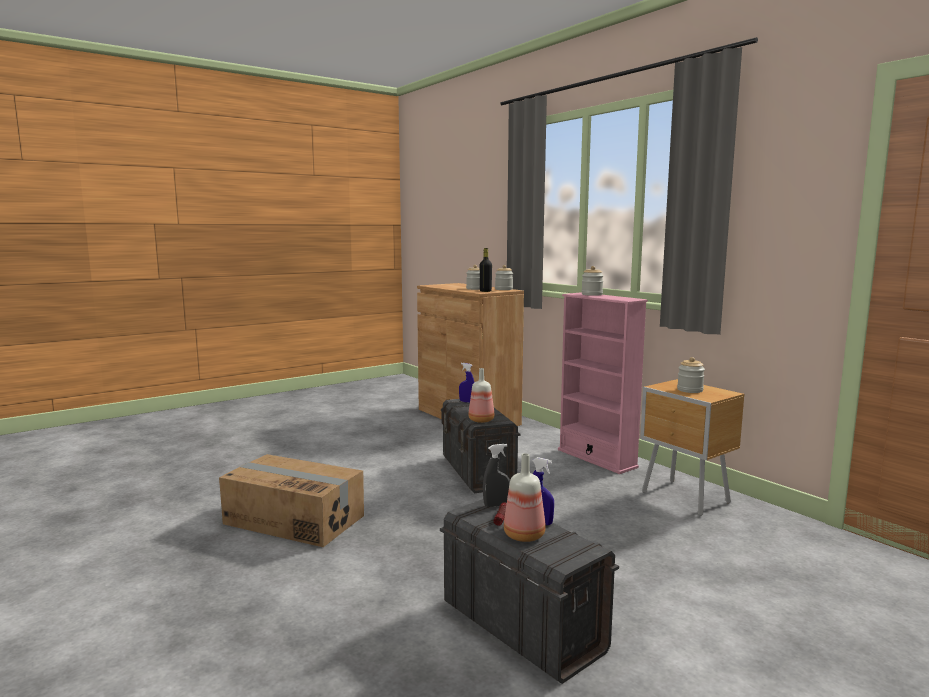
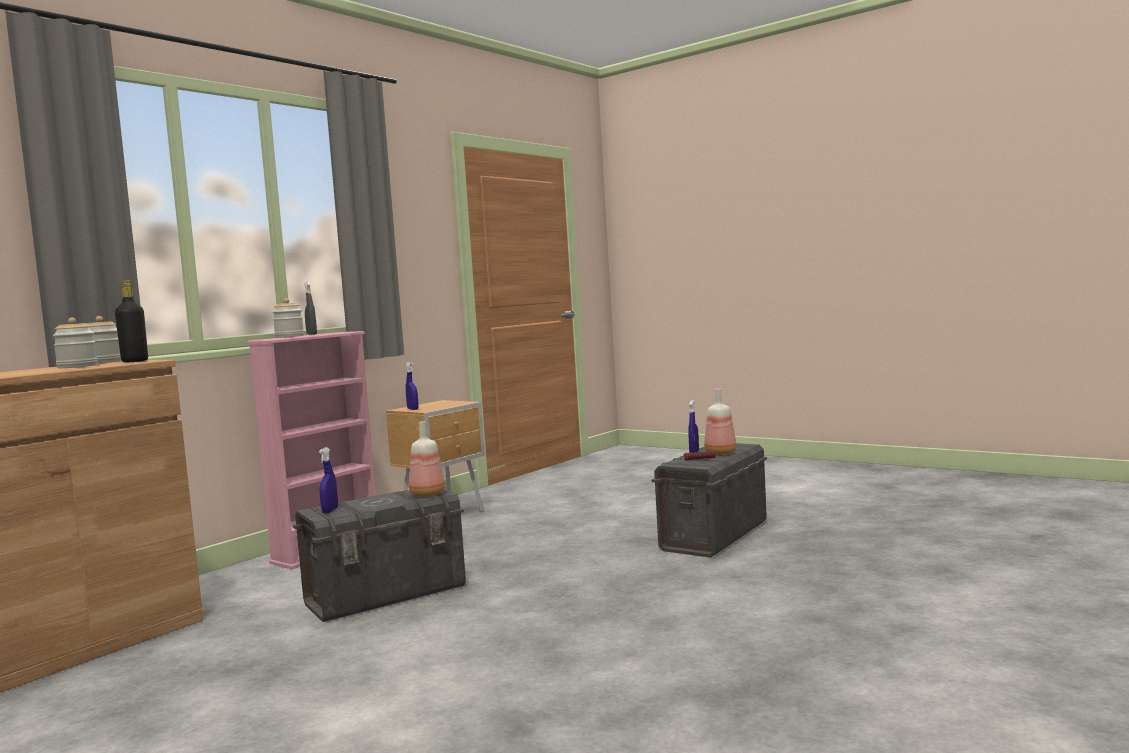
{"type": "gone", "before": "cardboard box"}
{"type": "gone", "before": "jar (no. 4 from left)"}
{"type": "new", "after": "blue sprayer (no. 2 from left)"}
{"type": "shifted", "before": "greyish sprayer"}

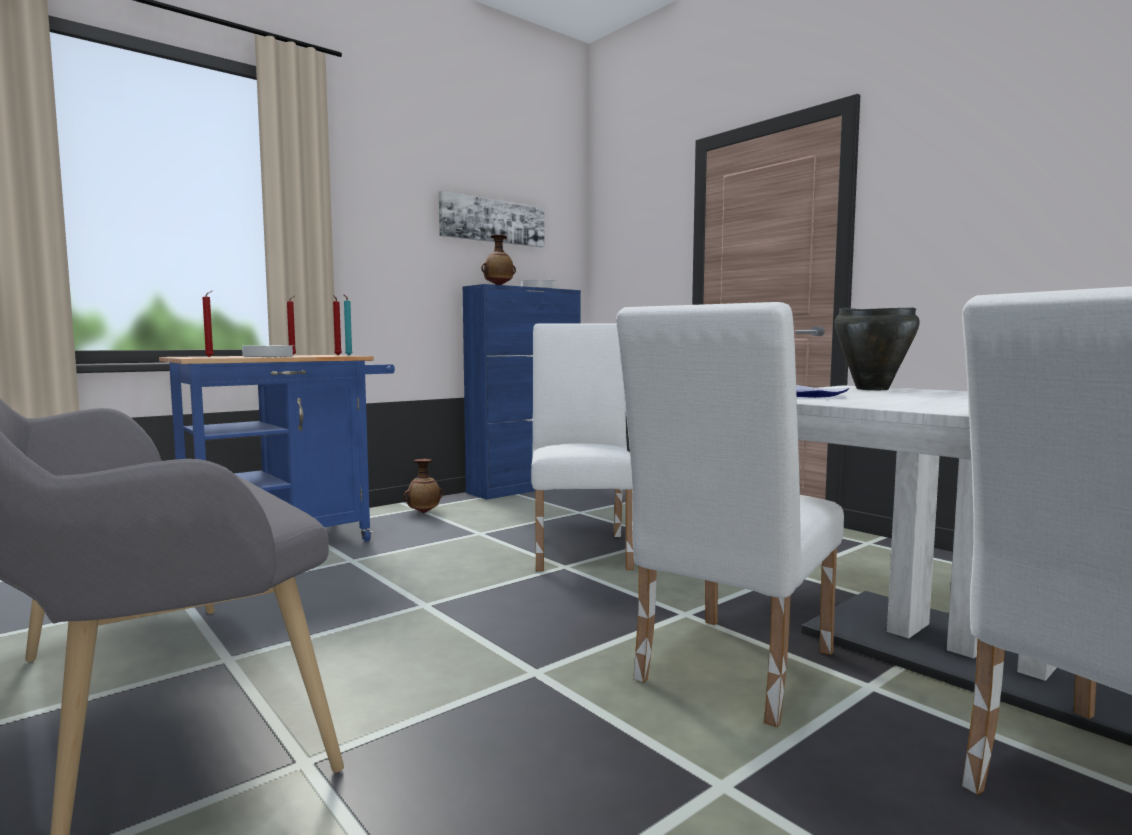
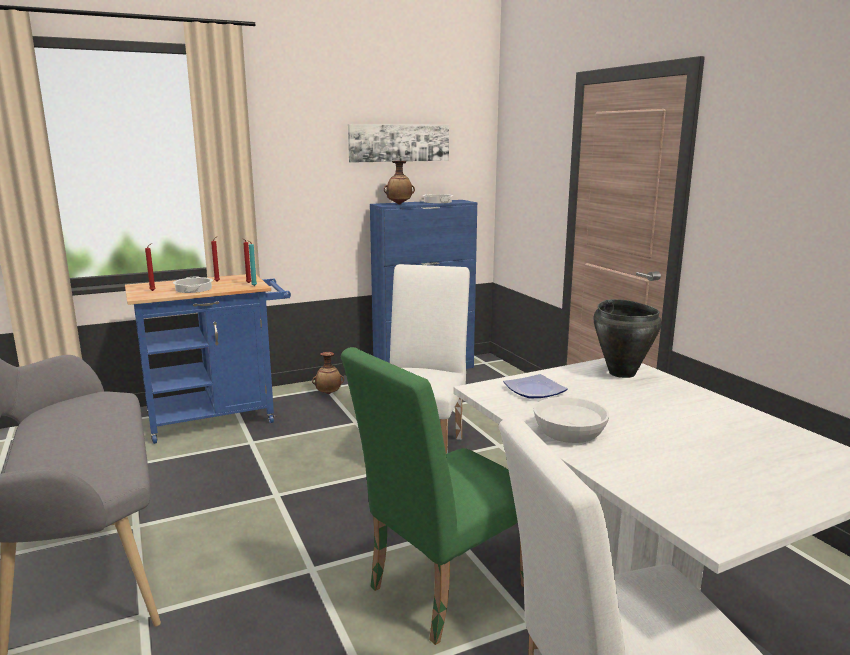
{"type": "new", "after": "whitish bowl"}
{"type": "repainted", "before": "whitish upright chair (no. 2 from left)", "after": "green upright chair"}

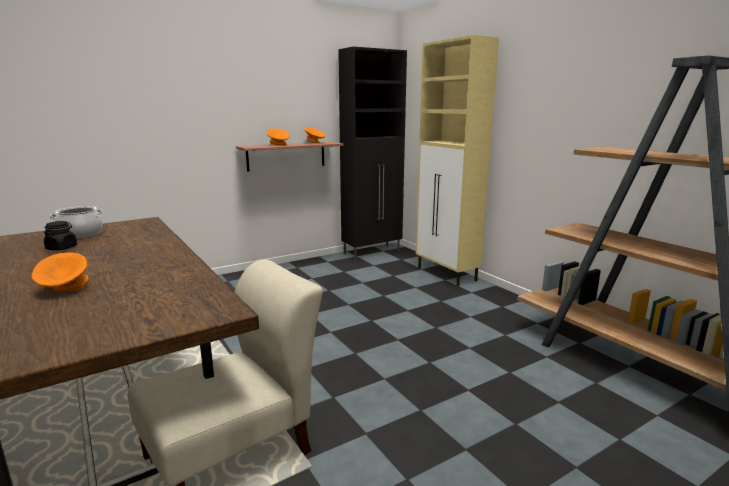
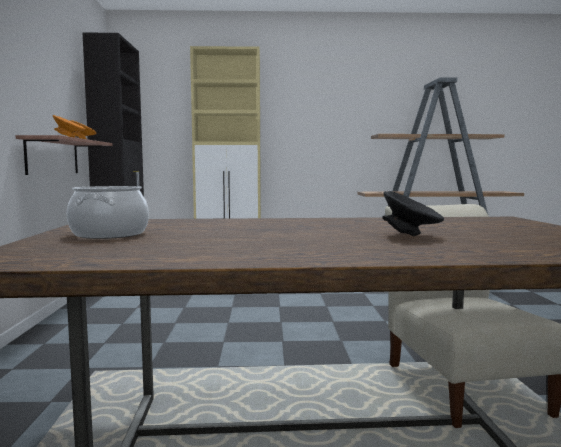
{"type": "gone", "before": "blackish jar"}
{"type": "repainted", "before": "orange-coloured bowl (no. 1 from left)", "after": "blackish bowl"}

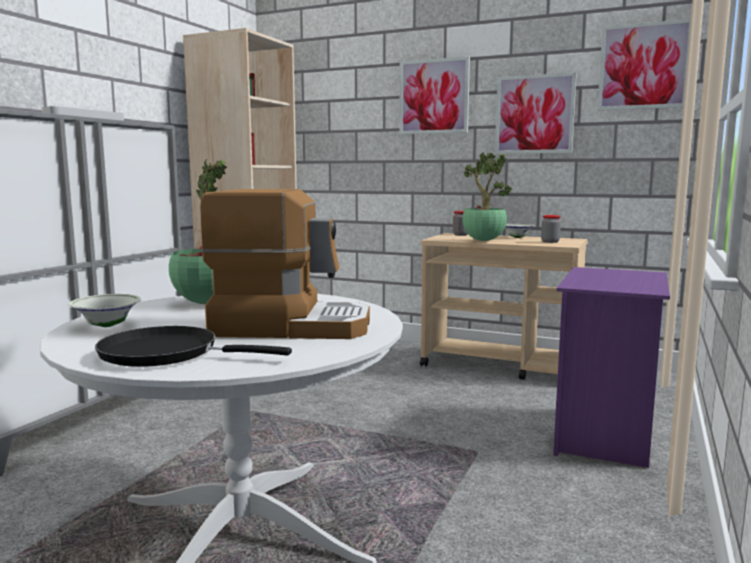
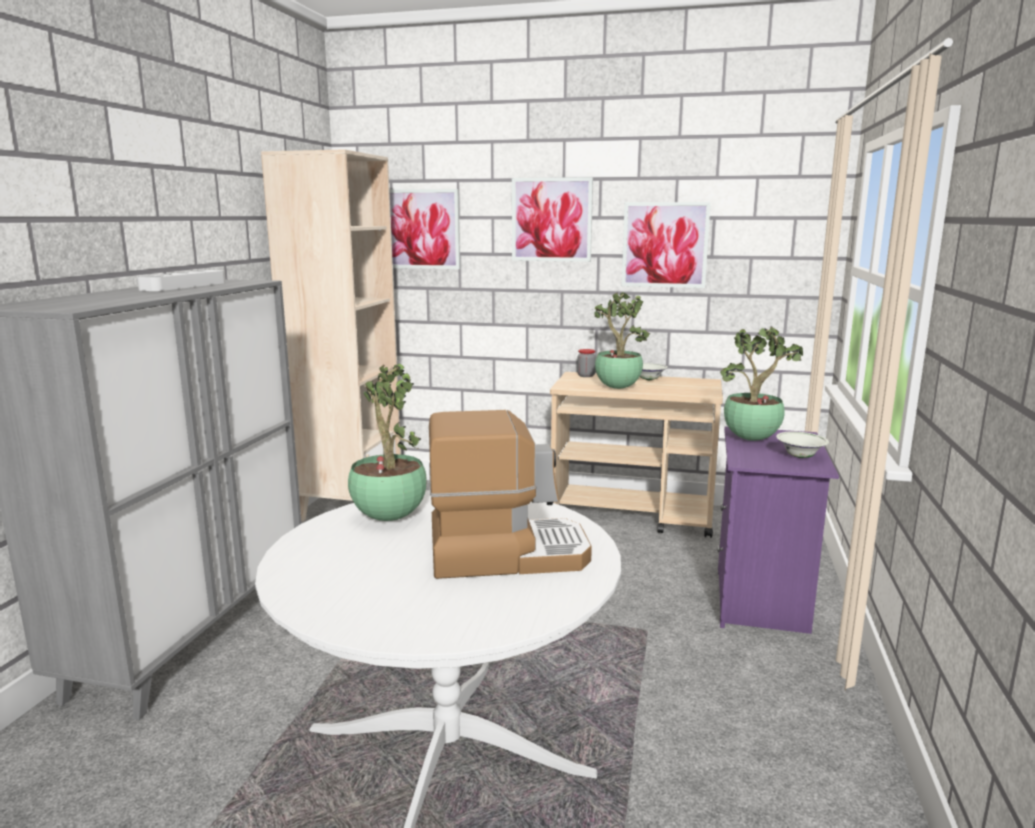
{"type": "gone", "before": "blackish pan"}
{"type": "gone", "before": "jar (no. 2 from left)"}
{"type": "new", "after": "plant in a pot (no. 3 from left)"}
{"type": "shifted", "before": "whitish bowl (no. 1 from left in the first image)", "after": "whitish bowl (no. 2 from left)"}
{"type": "shifted", "before": "picture (no. 3 from left in the first image)", "after": "picture (no. 1 from left)"}

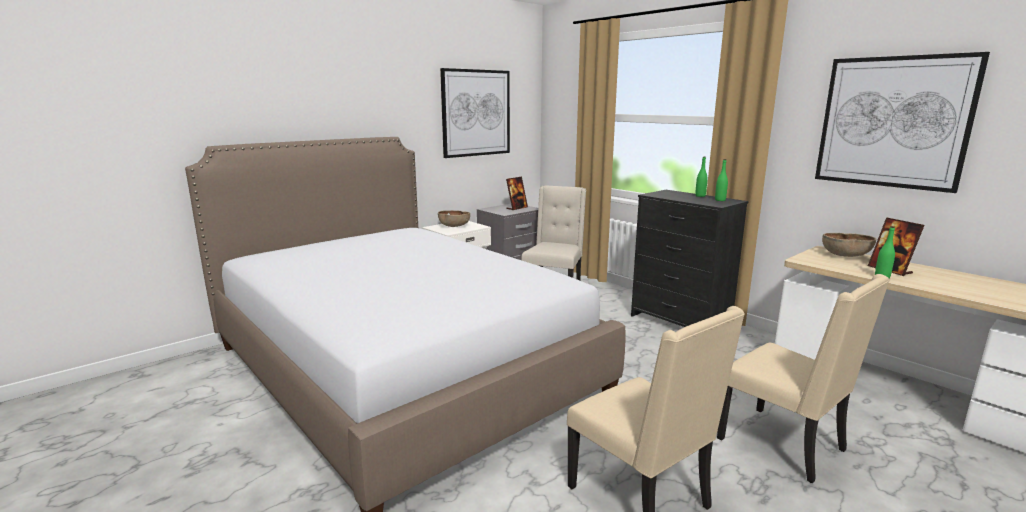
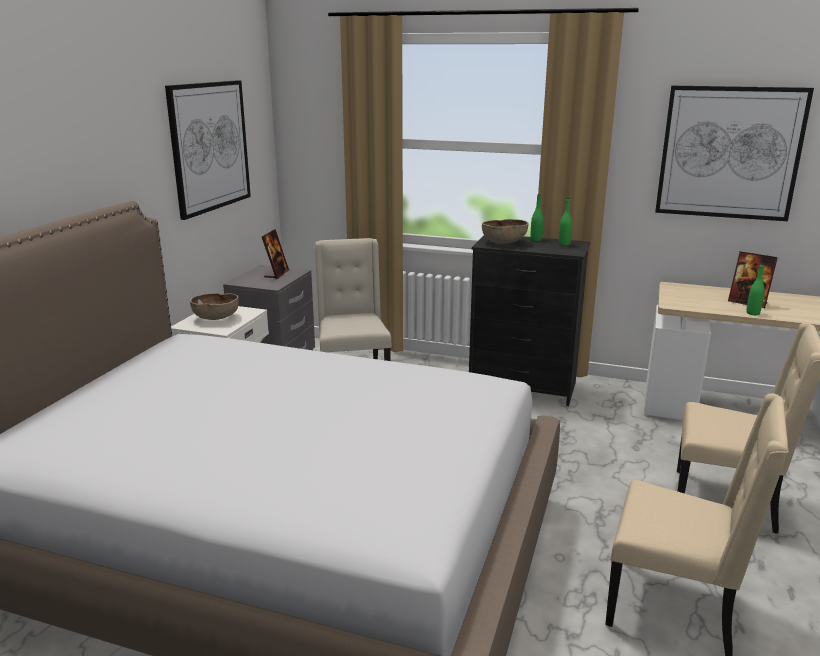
{"type": "shifted", "before": "brownish bowl (no. 2 from left)"}

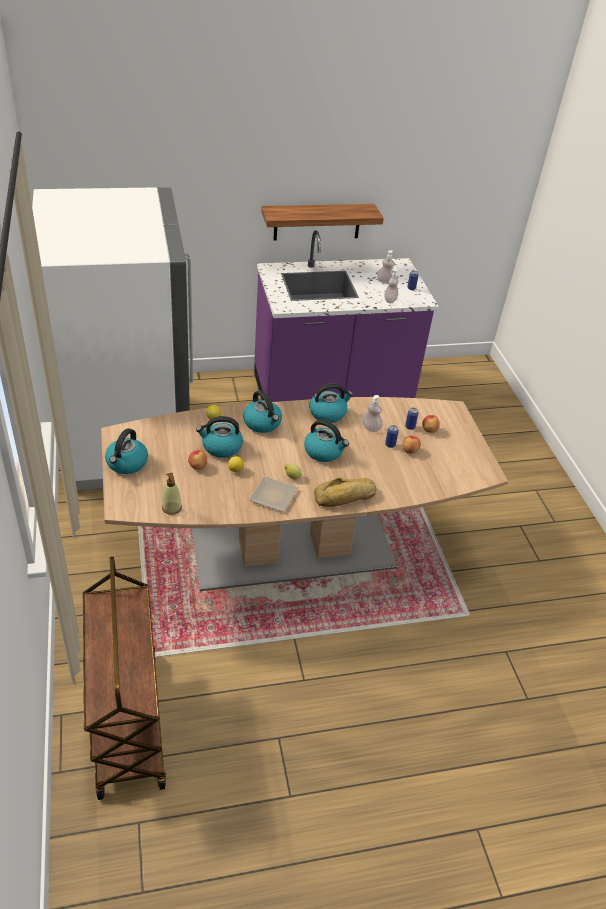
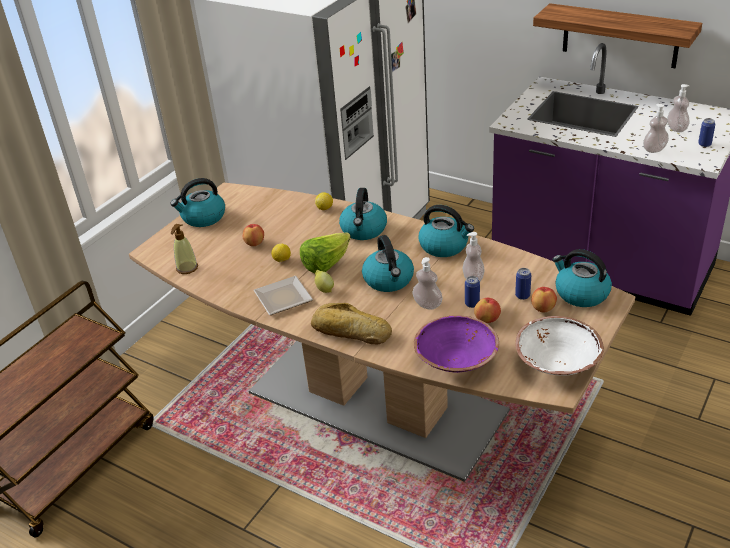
{"type": "new", "after": "lettuce"}
{"type": "new", "after": "soap bottle (no. 2 from left)"}
{"type": "new", "after": "purple-coloured bowl"}
{"type": "new", "after": "whitish bowl"}
{"type": "shifted", "before": "tea kettle (no. 2 from left in the first image)", "after": "tea kettle (no. 5 from left)"}

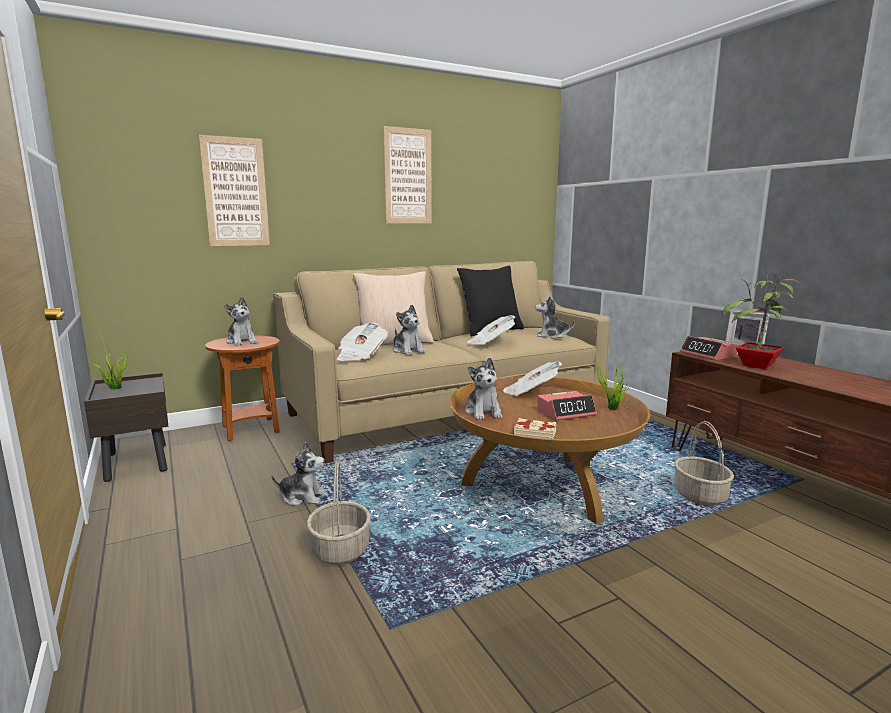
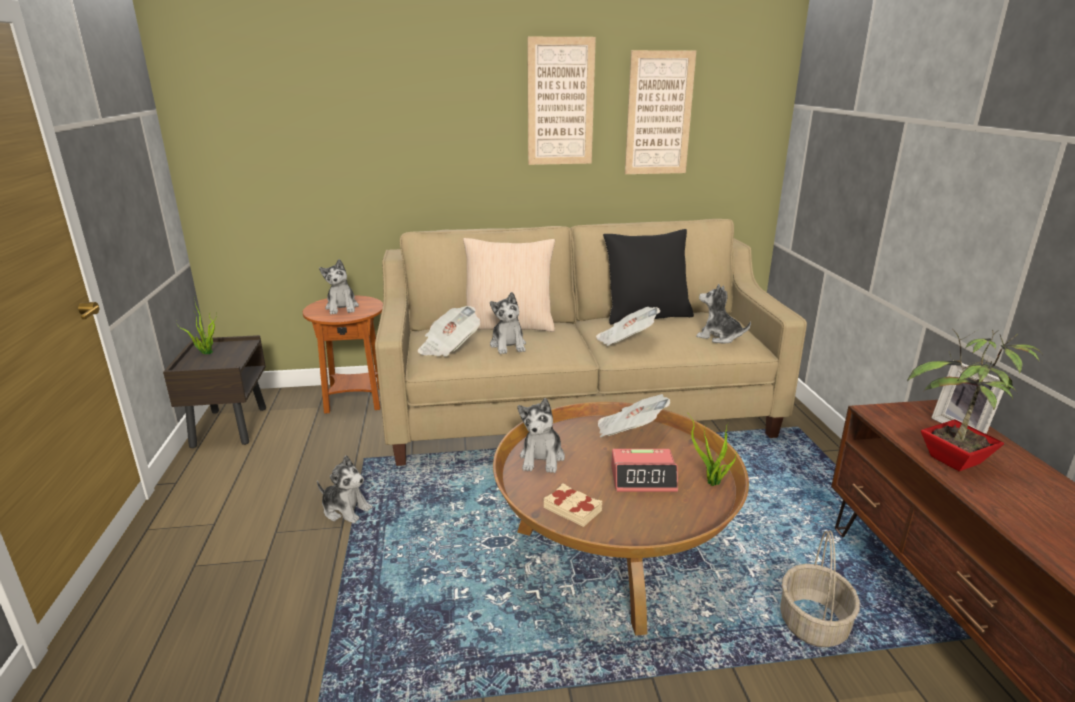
{"type": "gone", "before": "storage basket (no. 1 from left)"}
{"type": "gone", "before": "alarm clock (no. 2 from left)"}
{"type": "shifted", "before": "picture (no. 1 from left in the first image)", "after": "picture (no. 2 from left)"}

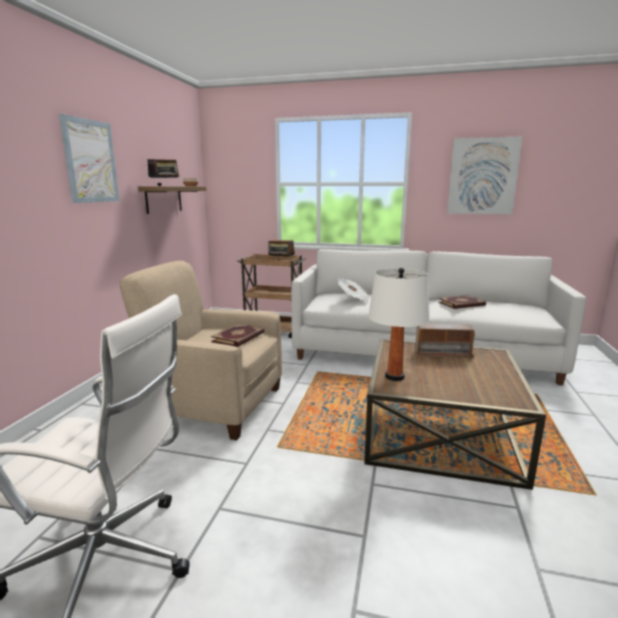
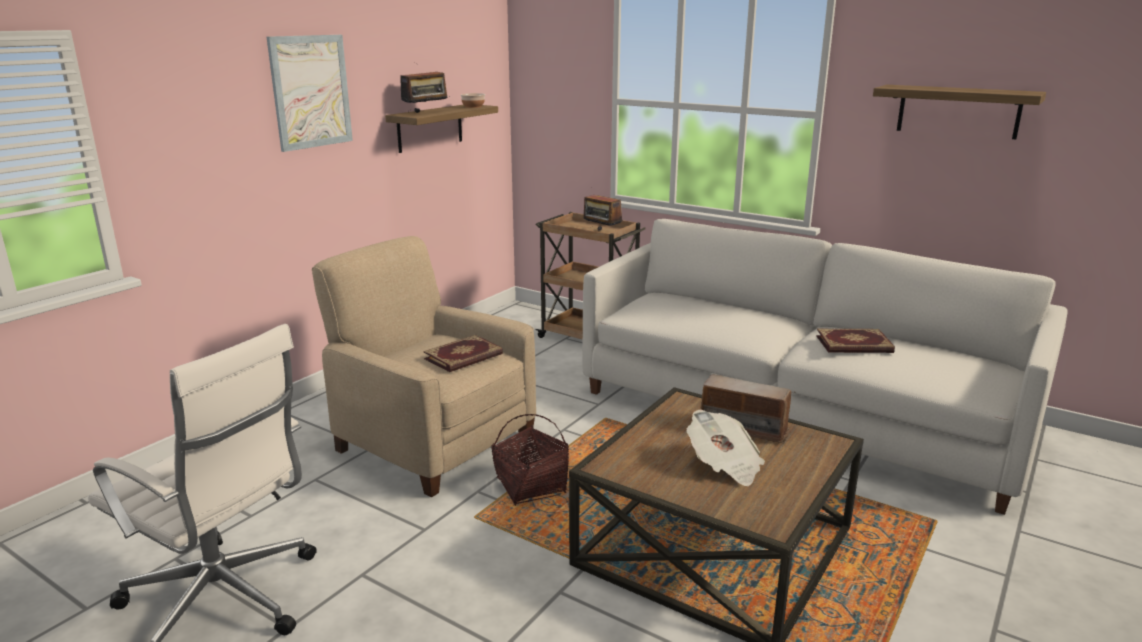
{"type": "gone", "before": "whitish tabletop lamp"}
{"type": "new", "after": "storage basket"}
{"type": "shifted", "before": "daily paper"}
{"type": "swapped", "before": "picture (no. 2 from left)", "after": "wall shelf (no. 2 from left)"}

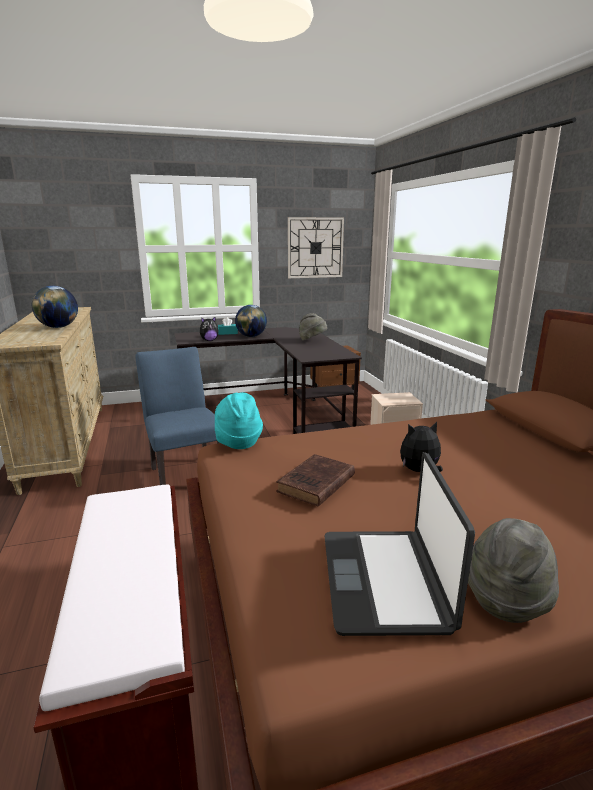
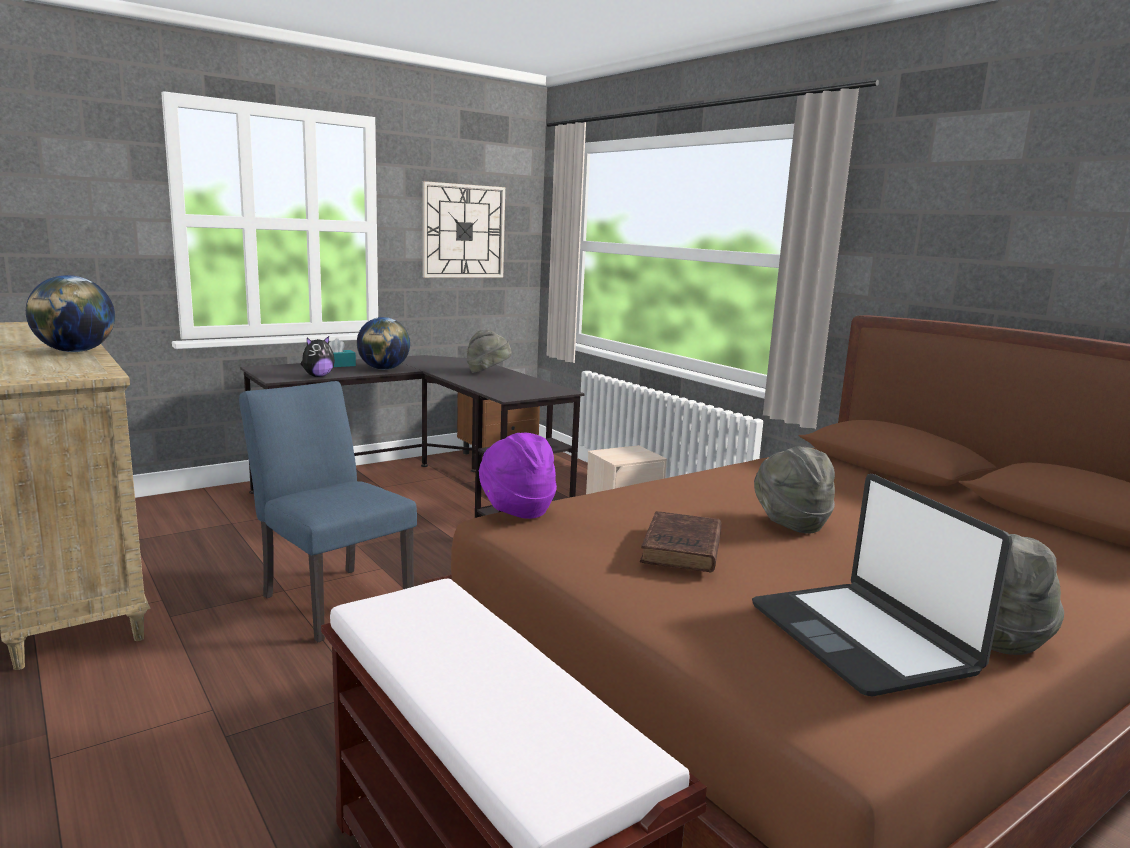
{"type": "swapped", "before": "soft toy (no. 2 from left)", "after": "greyish clothing hat (no. 2 from left)"}
{"type": "repainted", "before": "blue-green clothing hat", "after": "purple-coloured clothing hat"}

